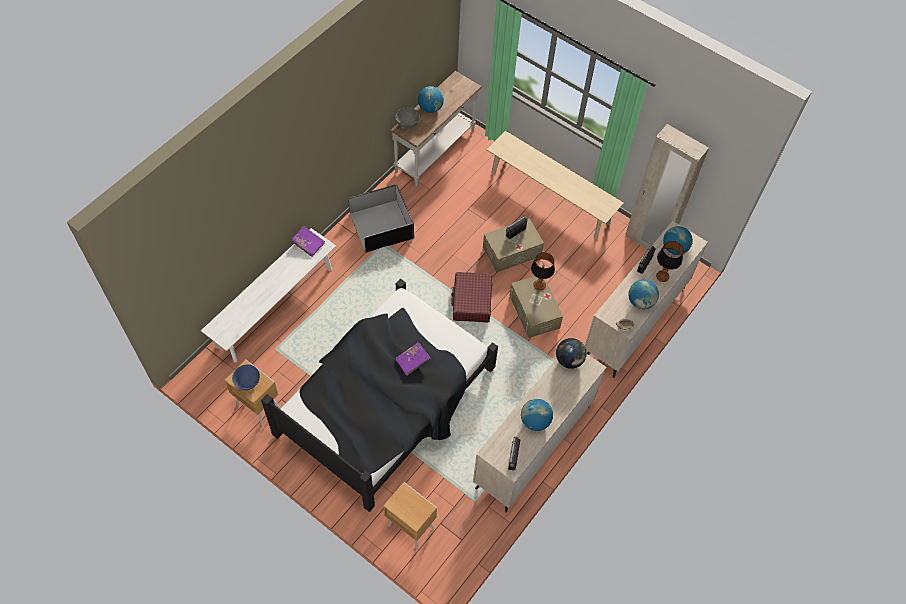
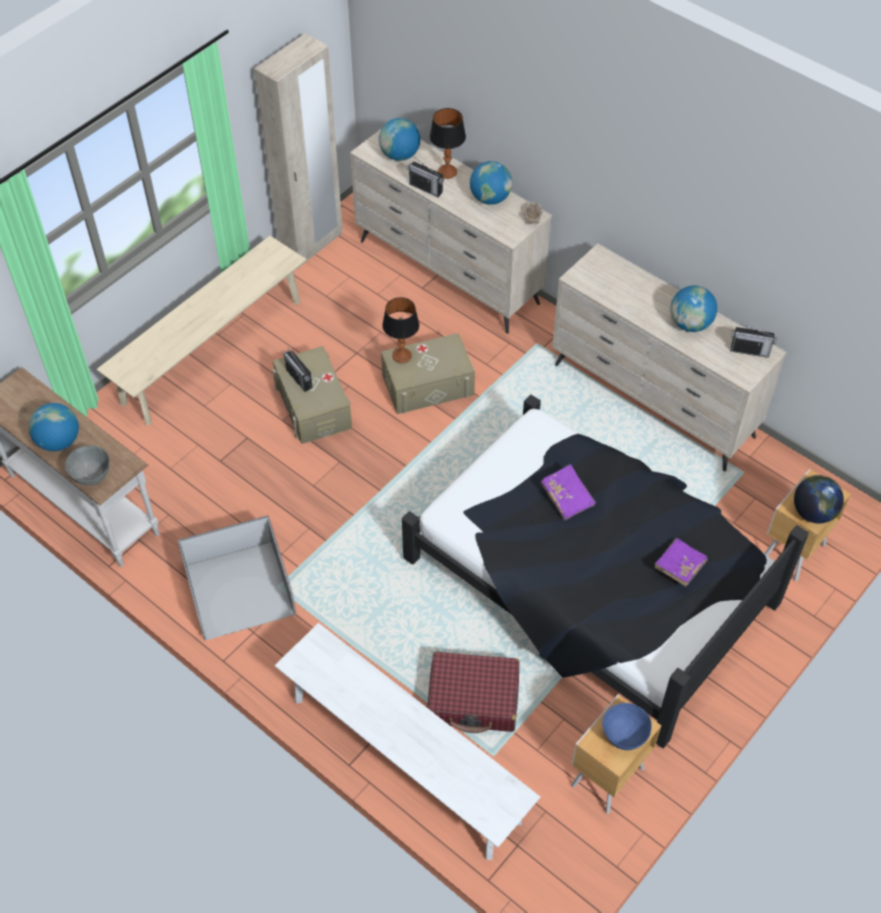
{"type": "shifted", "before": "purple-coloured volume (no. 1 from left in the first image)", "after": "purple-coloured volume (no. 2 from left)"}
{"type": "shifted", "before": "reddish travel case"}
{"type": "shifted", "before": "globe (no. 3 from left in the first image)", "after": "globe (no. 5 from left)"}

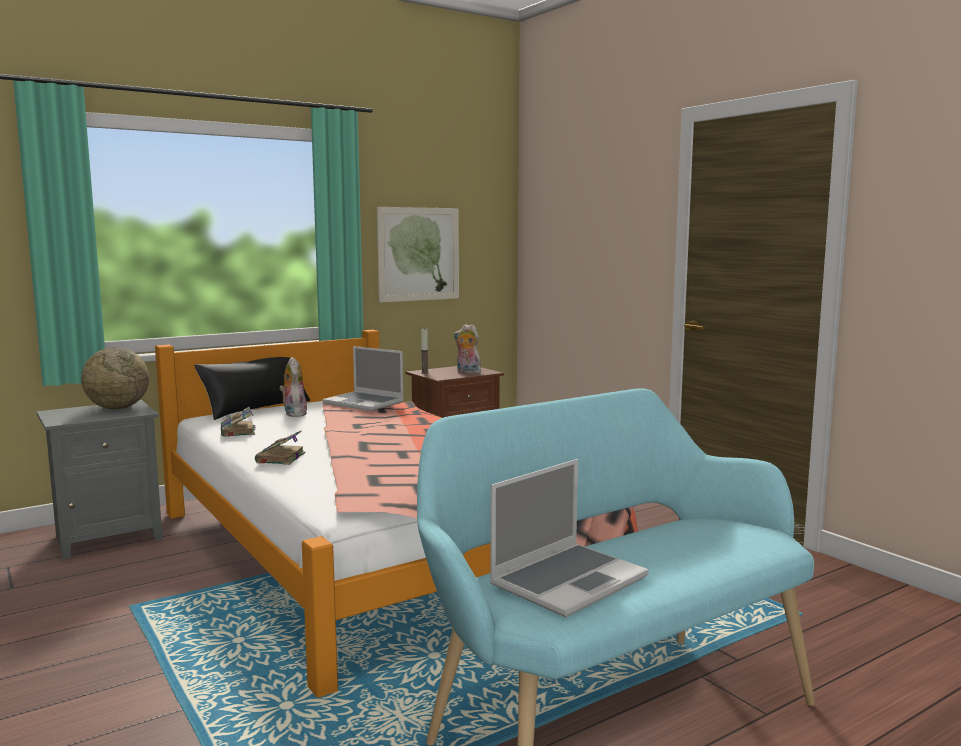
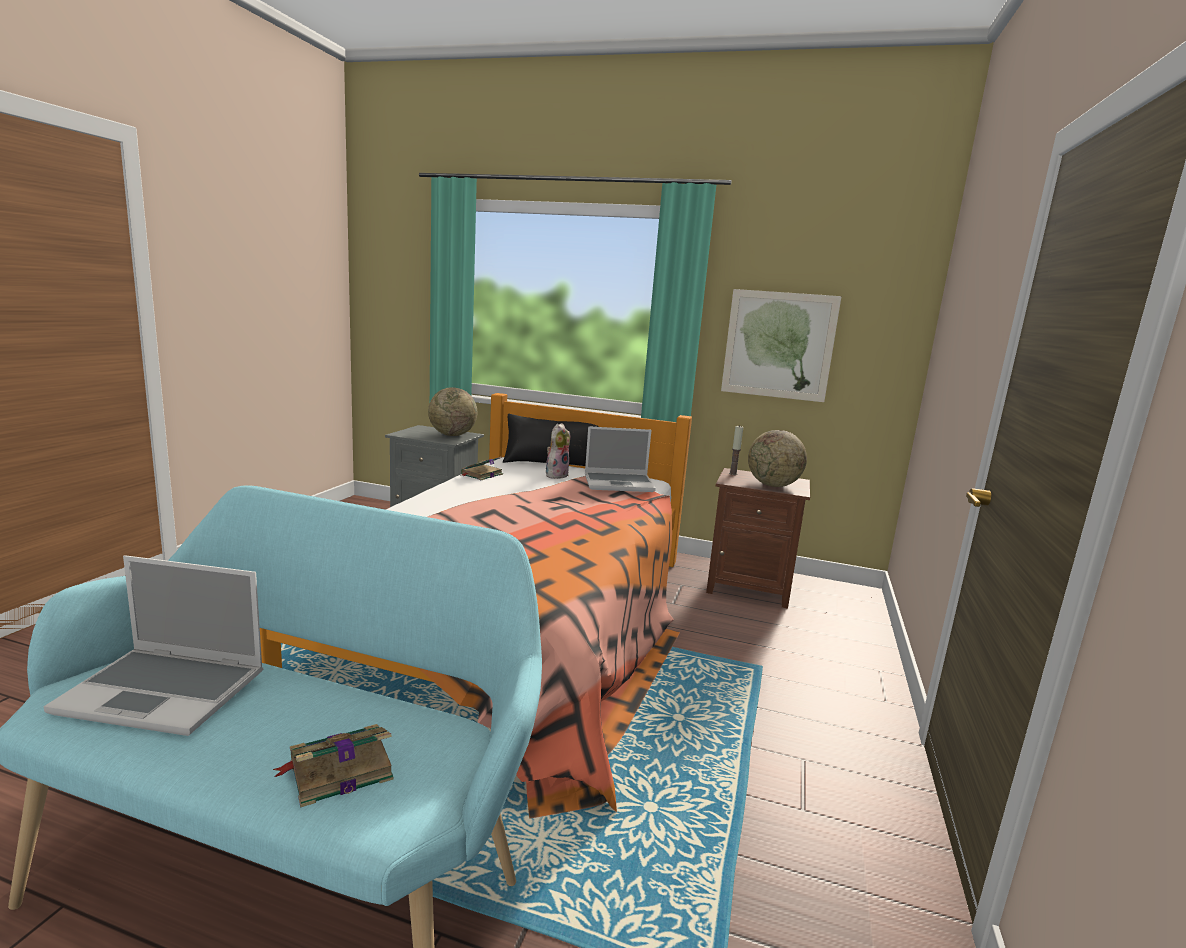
{"type": "shifted", "before": "volume (no. 2 from left in the first image)", "after": "volume (no. 1 from left)"}
{"type": "swapped", "before": "soft toy (no. 2 from left)", "after": "globe (no. 2 from left)"}
{"type": "rotated", "before": "laptop (no. 1 from left in the first image)", "turn": -90}

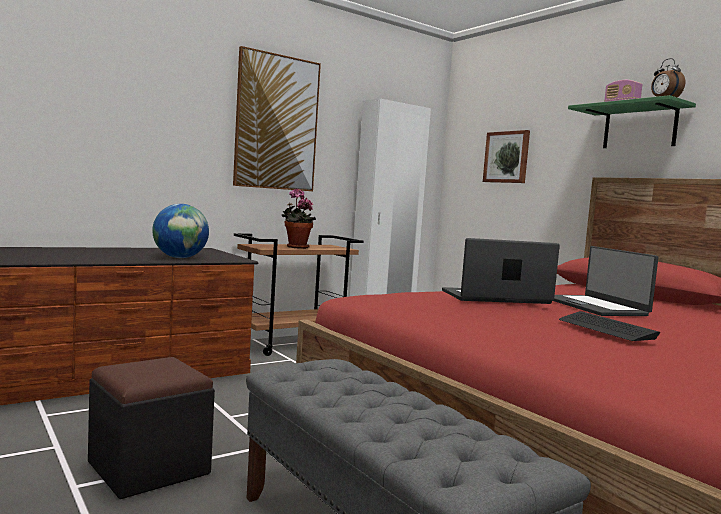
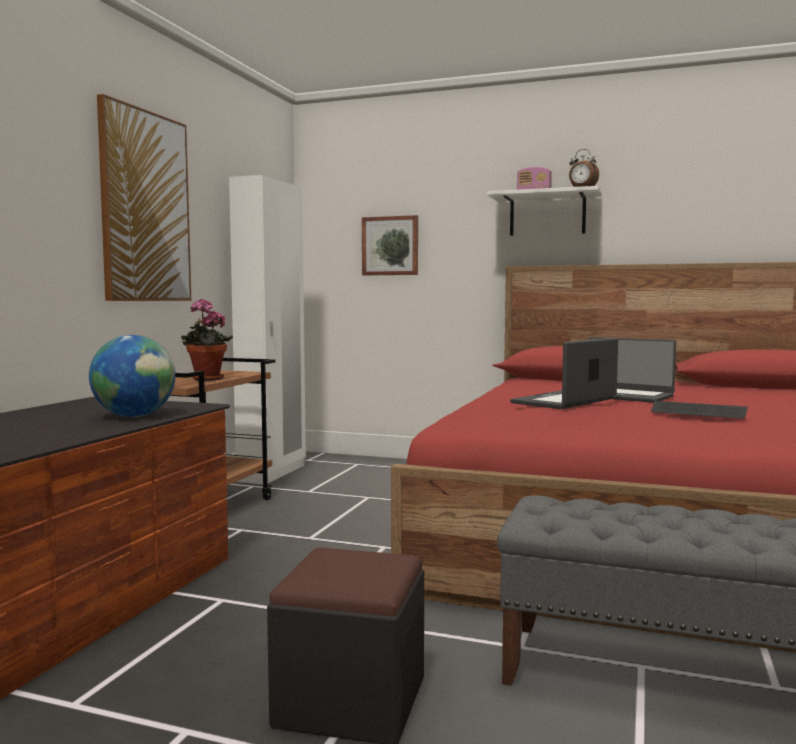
{"type": "repainted", "before": "green wall shelf", "after": "whitish wall shelf"}

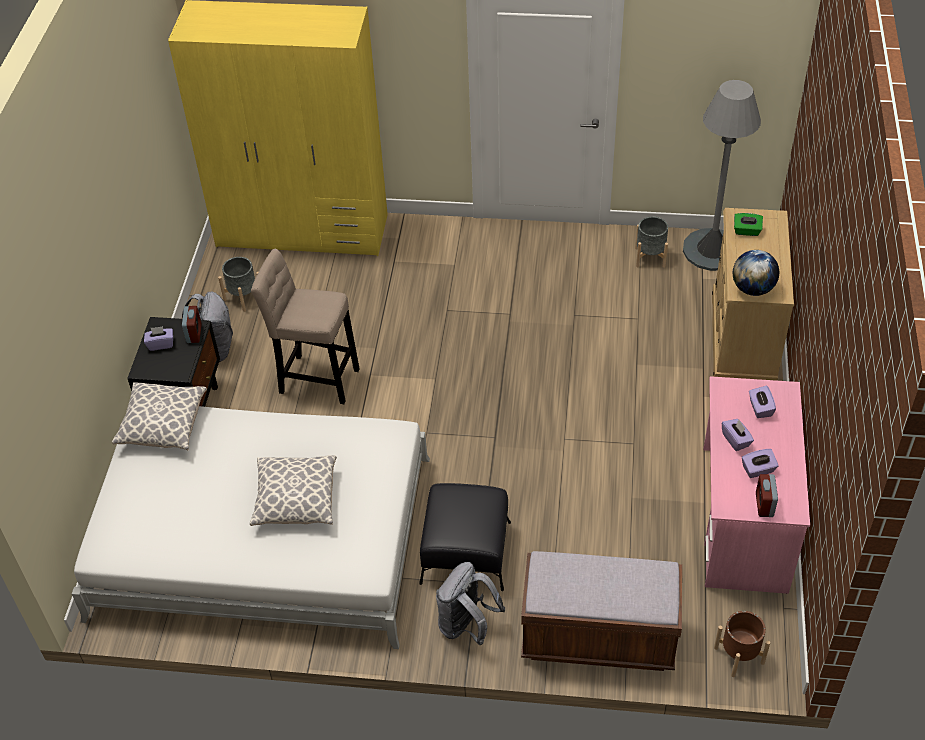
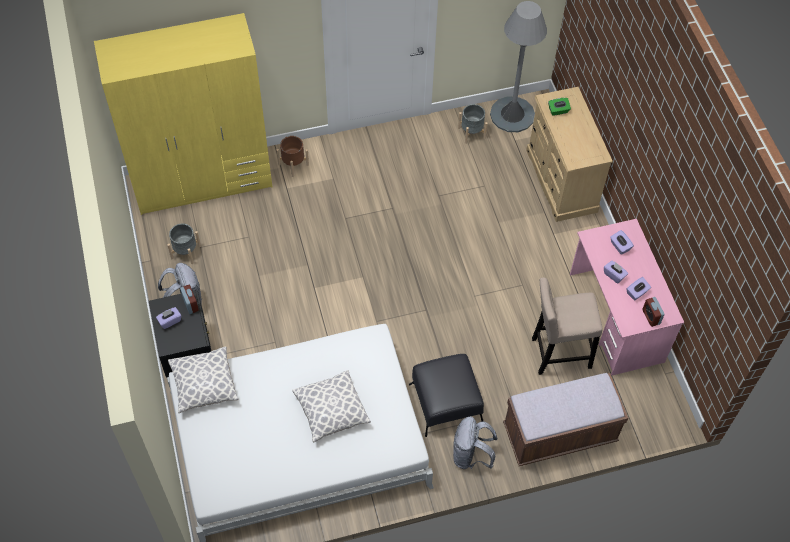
{"type": "gone", "before": "globe"}
{"type": "shifted", "before": "sand-coloured sitting stool"}
{"type": "shifted", "before": "brownish planter"}

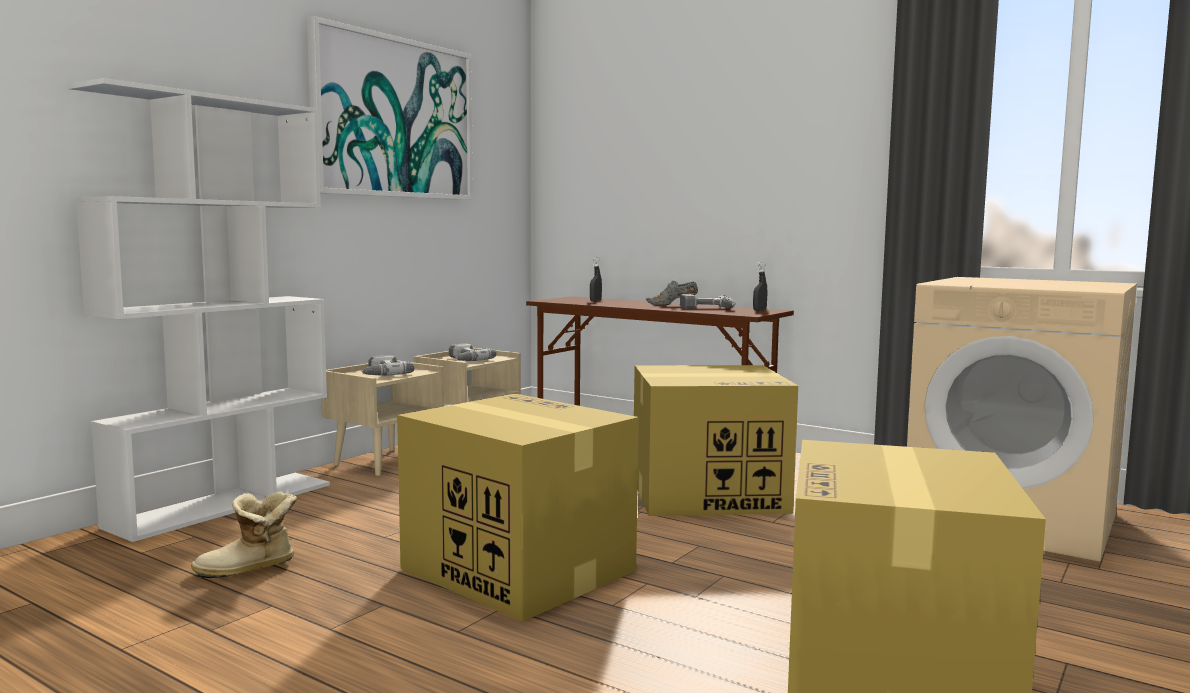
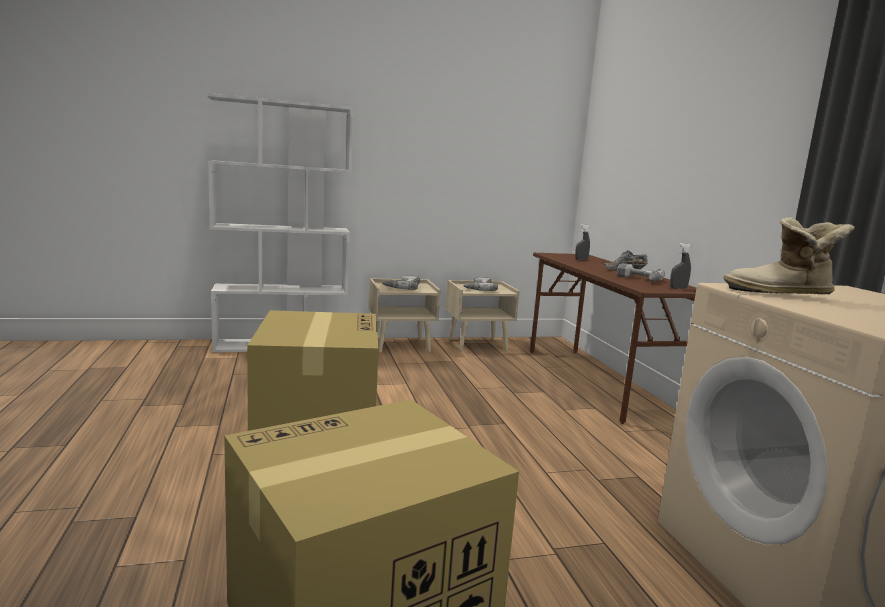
{"type": "gone", "before": "picture"}
{"type": "gone", "before": "cardboard box (no. 2 from left)"}
{"type": "shifted", "before": "tall boot"}

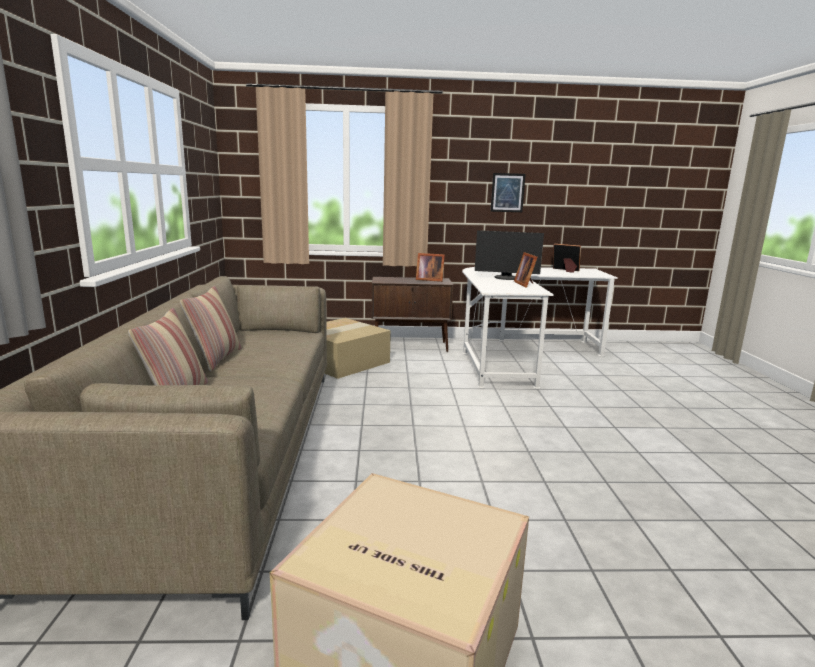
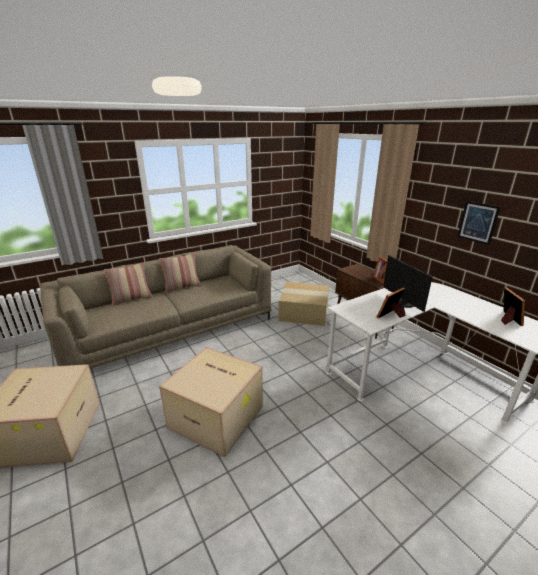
{"type": "new", "after": "cardboard box (no. 2 from left)"}

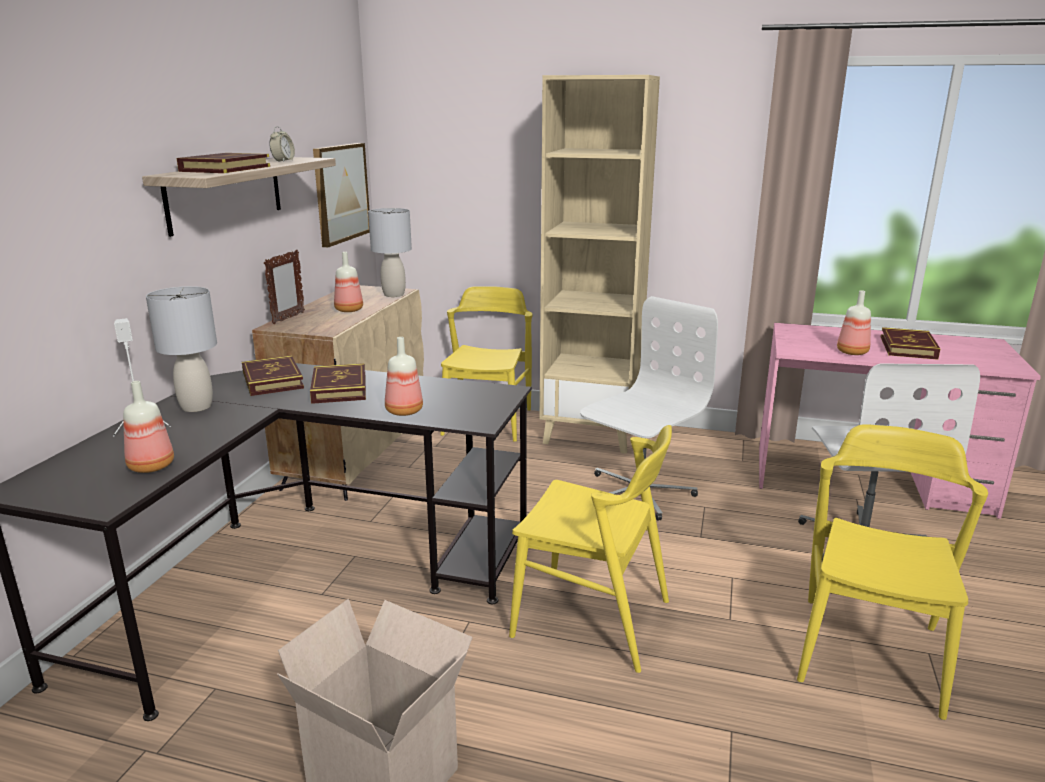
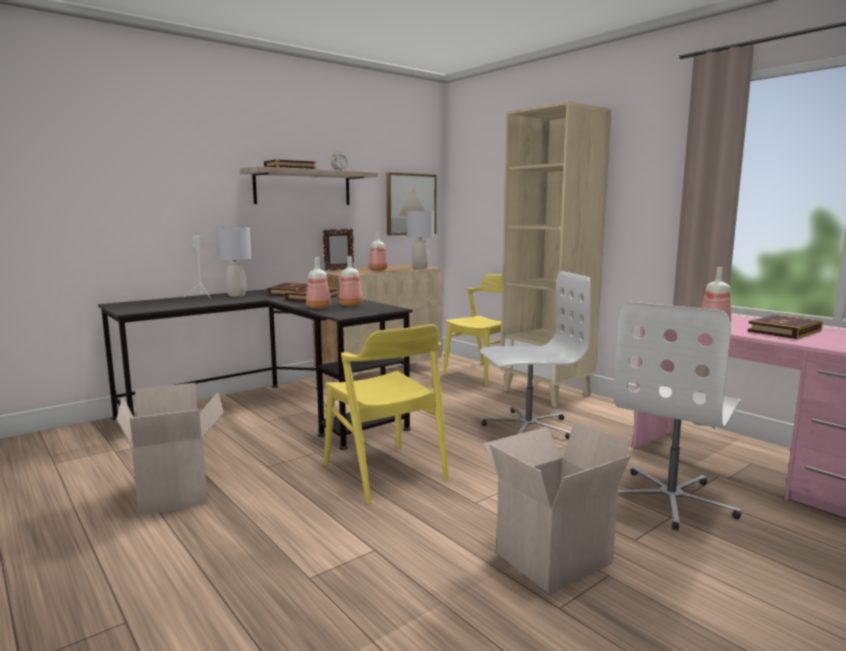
{"type": "shifted", "before": "bottle (no. 1 from left in the first image)", "after": "bottle (no. 2 from left)"}
{"type": "swapped", "before": "yellow upright chair (no. 3 from left)", "after": "cardboard box (no. 2 from left)"}

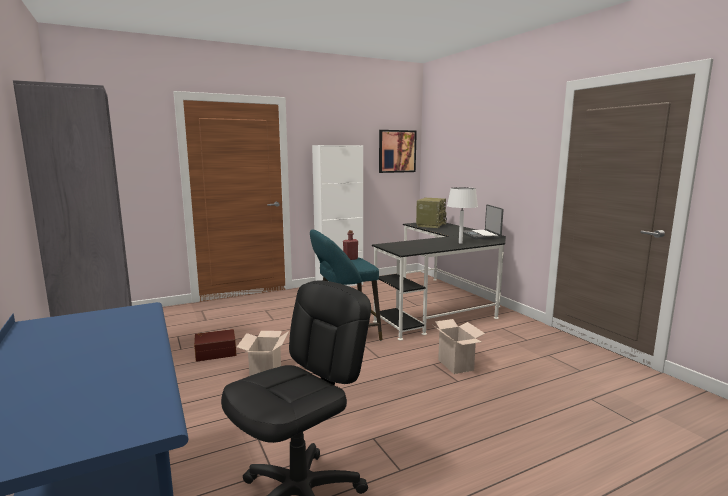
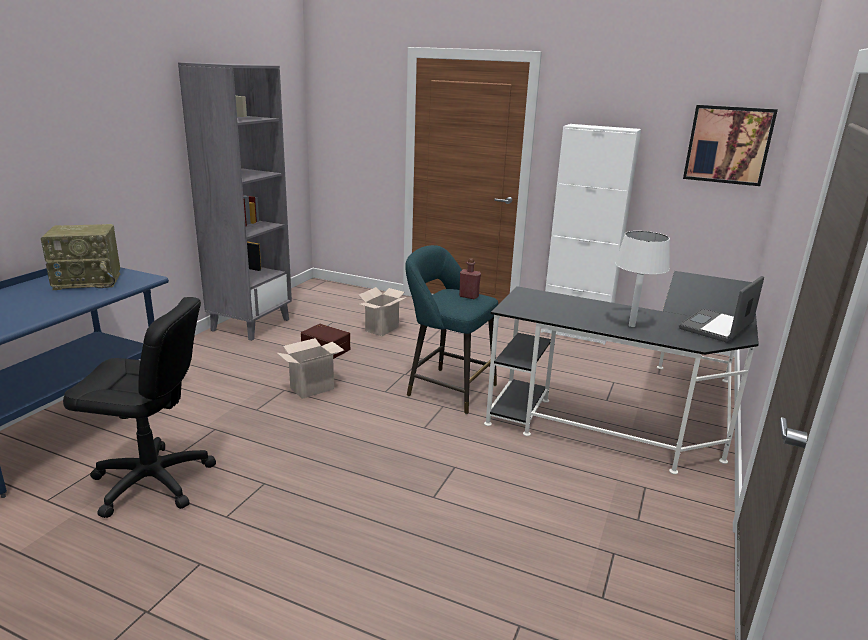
{"type": "shifted", "before": "radio"}
{"type": "shifted", "before": "cardboard box (no. 2 from left)"}

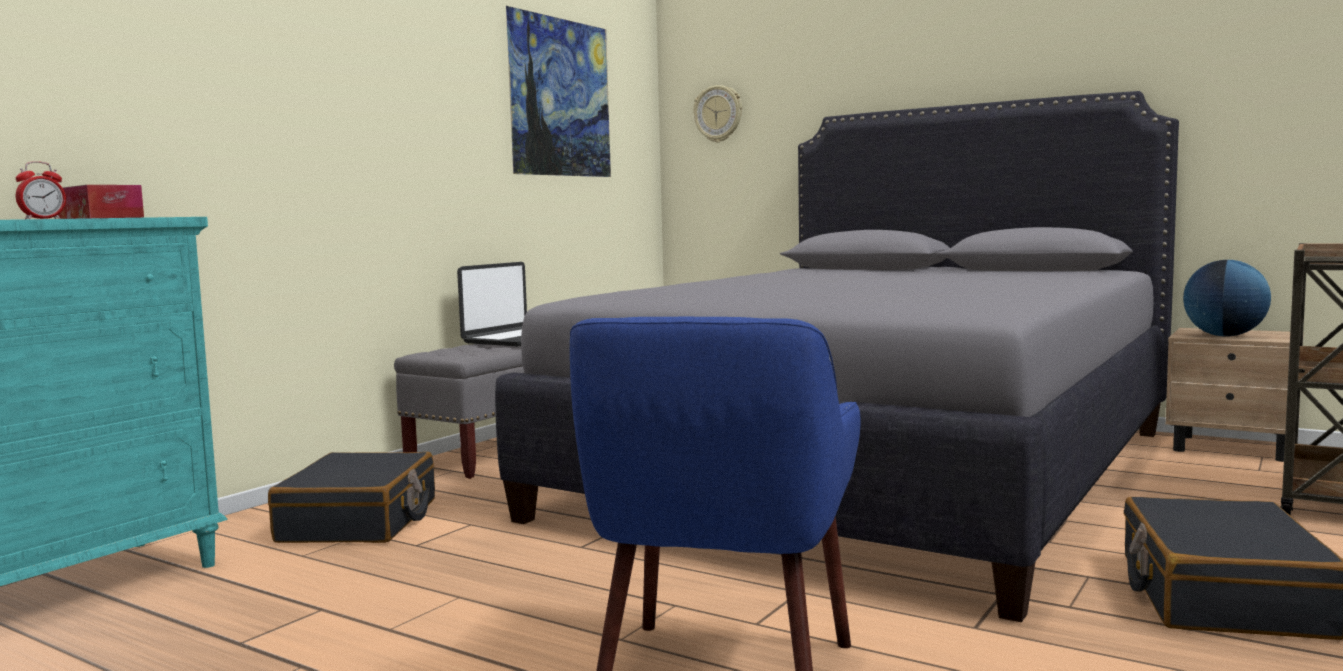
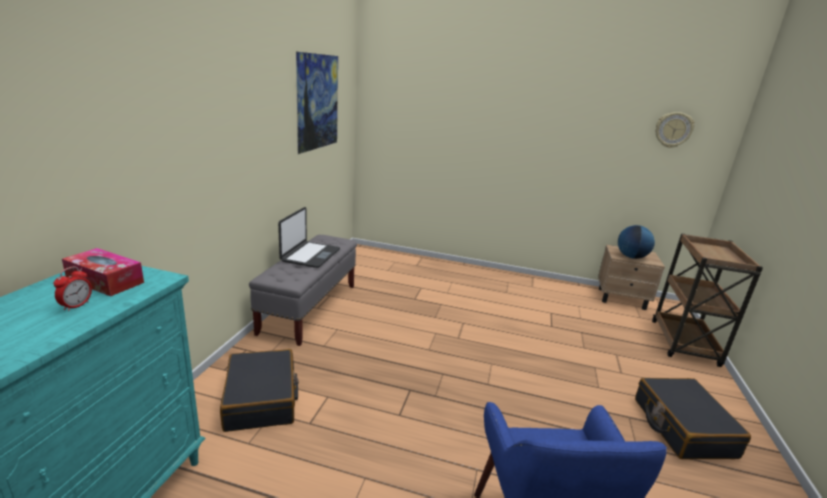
{"type": "gone", "before": "greyish sleeping bed"}
{"type": "shifted", "before": "wall clock"}

